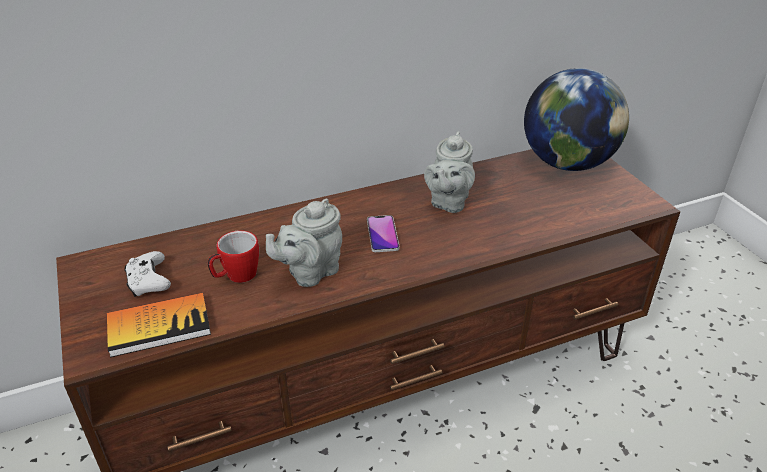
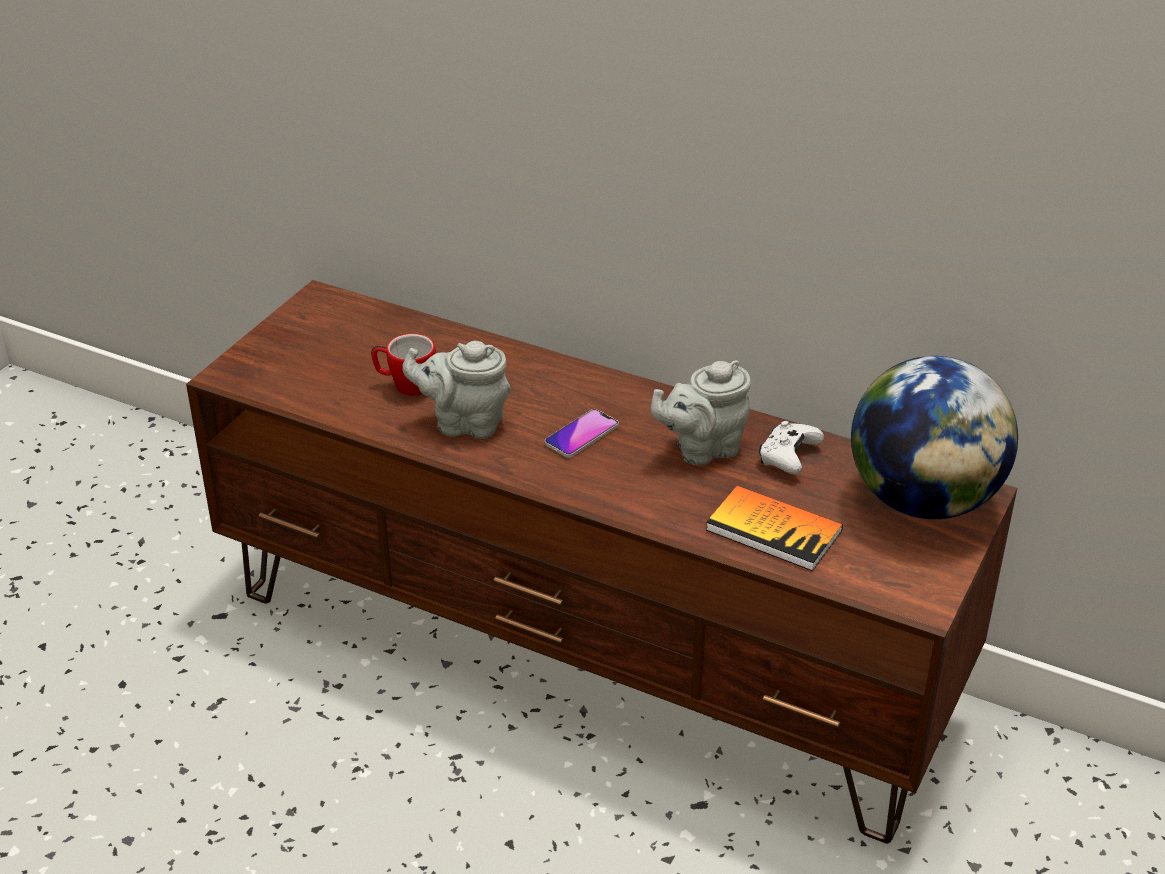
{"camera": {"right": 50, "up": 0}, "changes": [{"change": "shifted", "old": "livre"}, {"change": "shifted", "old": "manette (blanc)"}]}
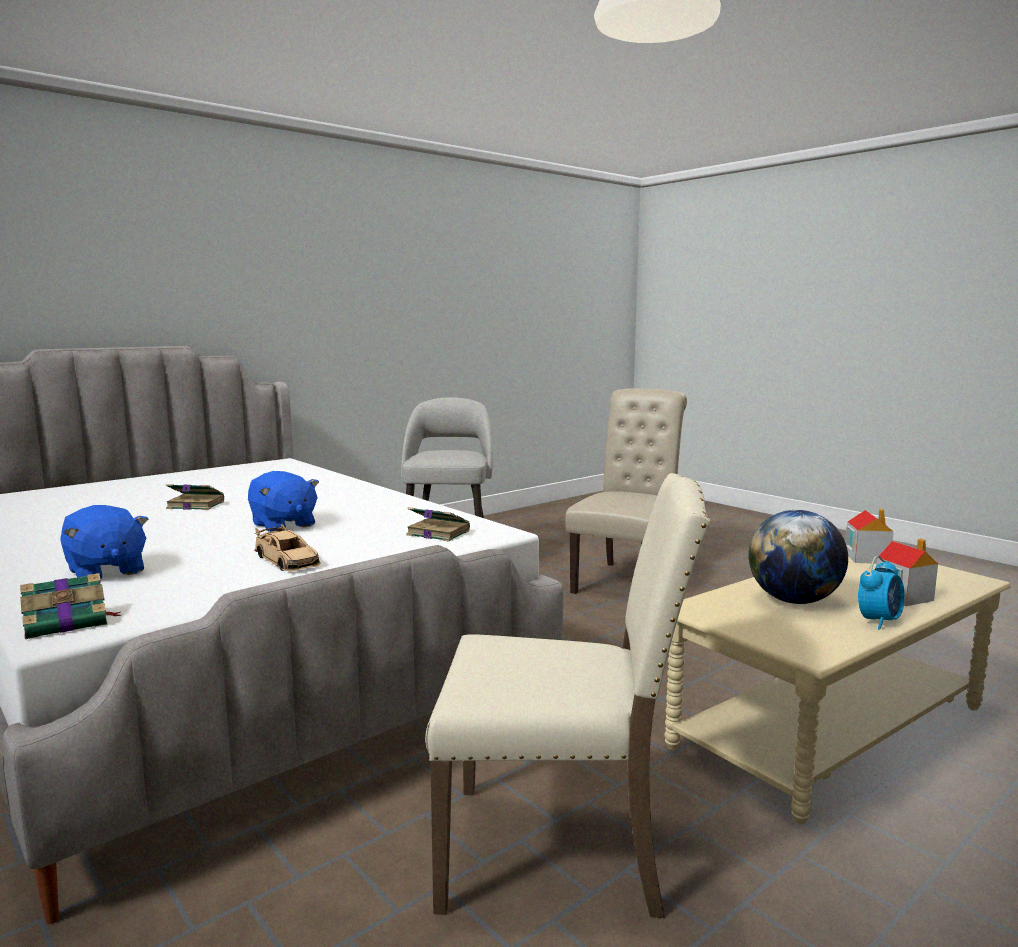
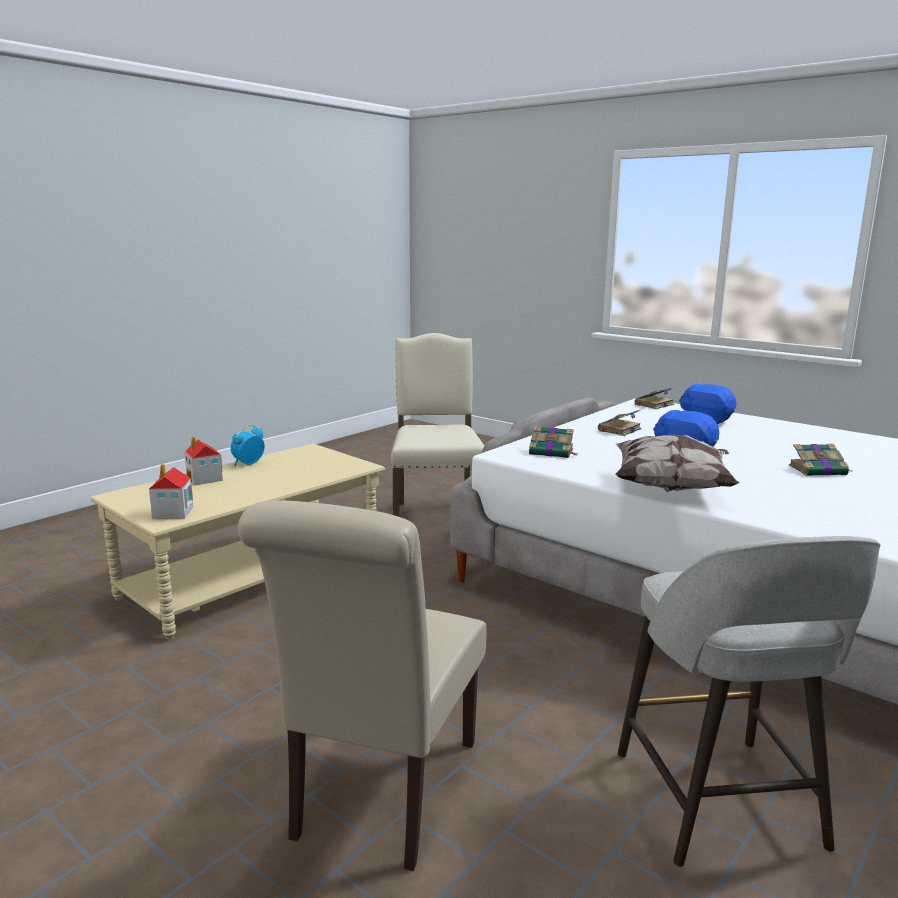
{"camera": {"right": 170, "up": 5}, "changes": [{"change": "gone", "old": "globe"}, {"change": "new", "new": "coussin"}, {"change": "swapped", "old": "petite voiture (beige)", "new": "livre (no. 2 from left)"}, {"change": "rotated", "old": "chaise (beige) (no. 1 from left in the first image)", "degrees": 90}]}
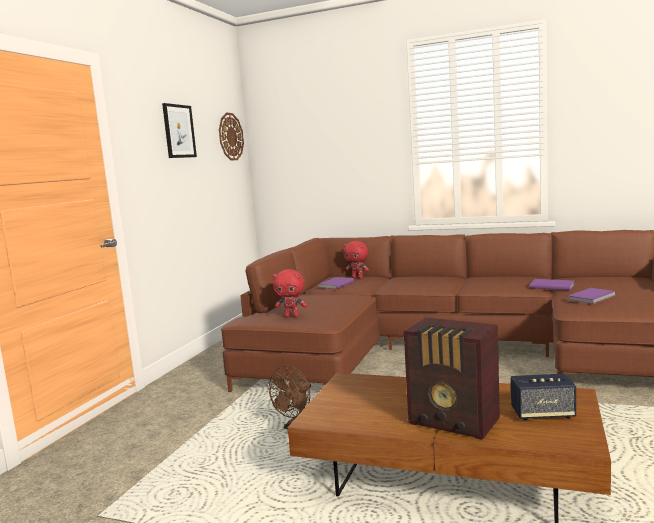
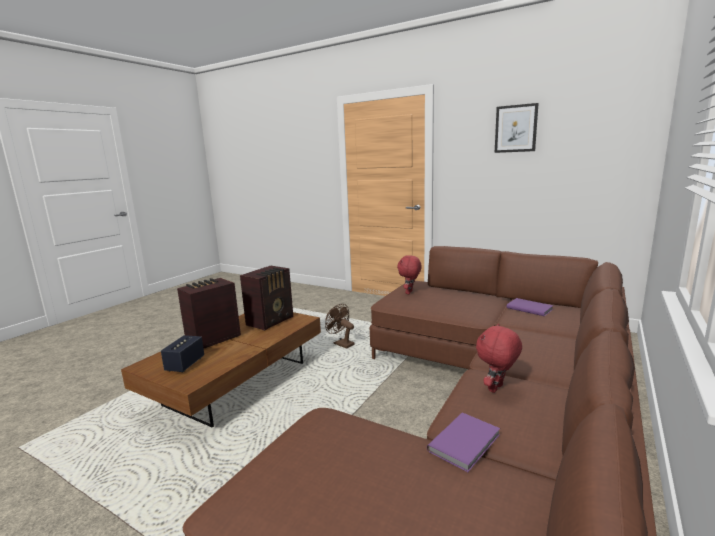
{"camera": {"right": 100, "up": 5}, "changes": [{"change": "gone", "old": "horloge murale"}, {"change": "gone", "old": "livre (violet) (no. 3 from left)"}, {"change": "new", "new": "radio (no. 2 from left)"}, {"change": "shifted", "old": "peluche (rouge) (no. 2 from left)"}]}
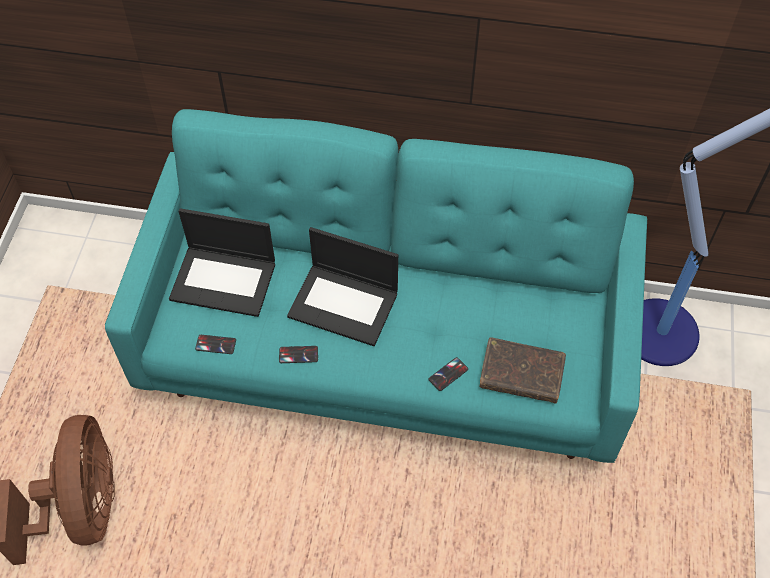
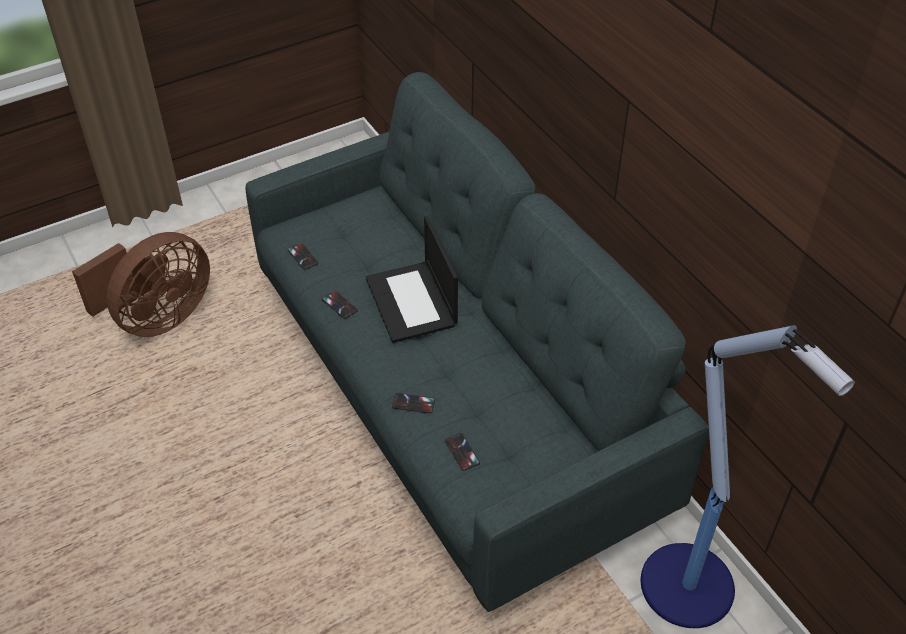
{"camera": {"right": 50, "up": -10}, "changes": [{"change": "gone", "old": "ordinateur portable (no. 1 from left)"}, {"change": "swapped", "old": "livre (marron)", "new": "téléphone (no. 4 from left)"}, {"change": "repainted", "old": "canapé (turquoise)", "new": "canapé (gris)"}]}
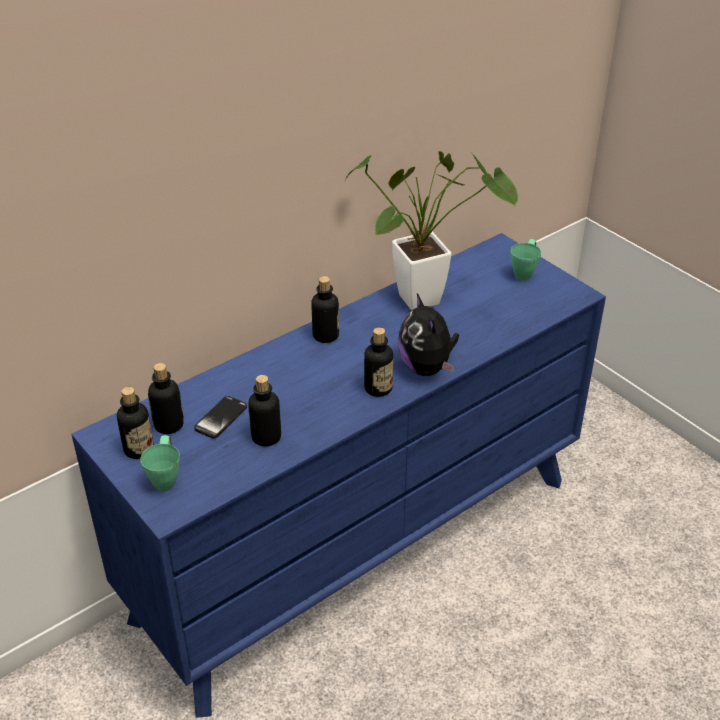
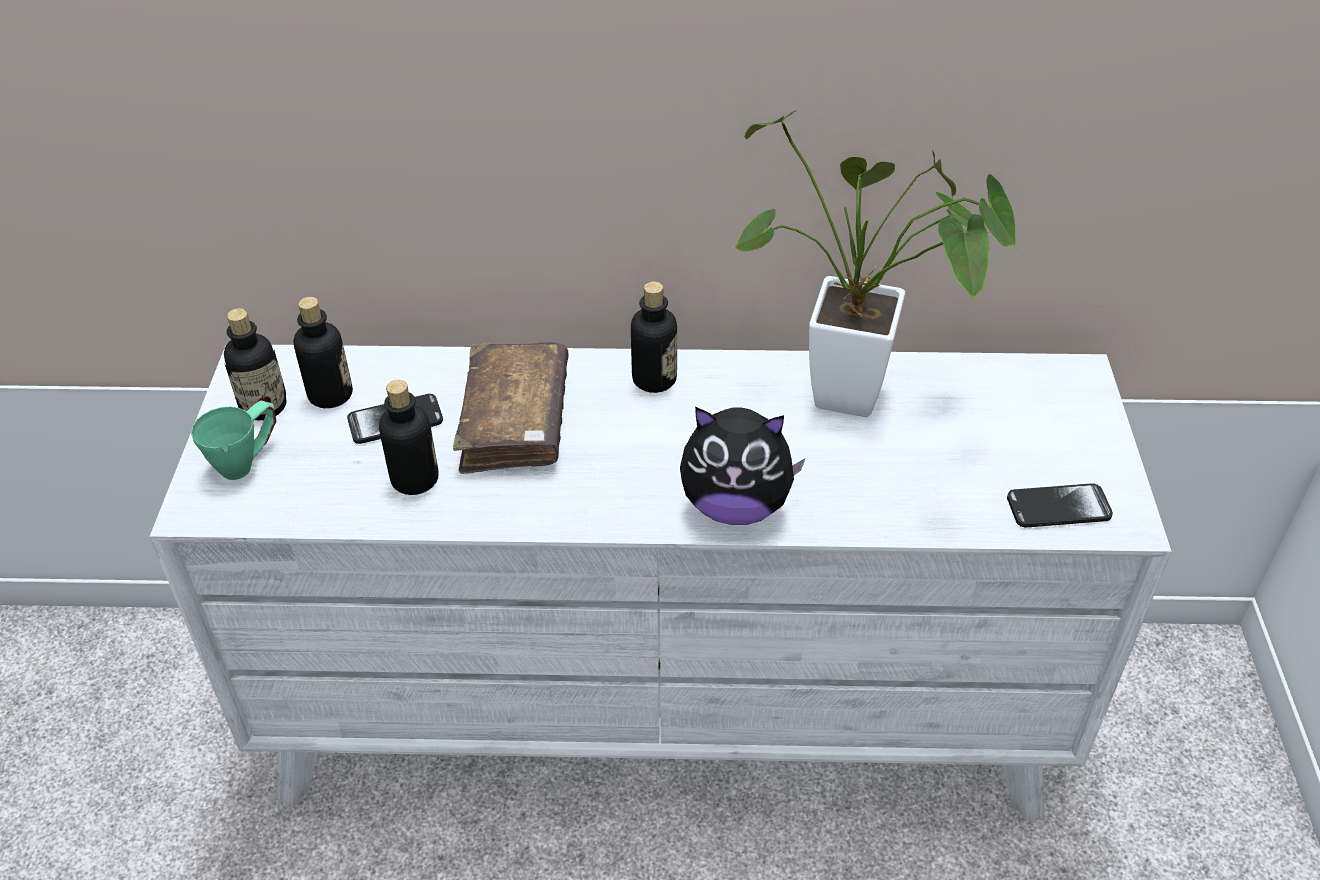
{"camera": {"right": 40, "up": 5}, "changes": [{"change": "gone", "old": "bouteille (no. 5 from left)"}, {"change": "gone", "old": "mug (vert) (no. 2 from left)"}, {"change": "new", "new": "livre (marron)"}, {"change": "new", "new": "téléphone (no. 2 from left)"}, {"change": "repainted", "old": "commode (bleu)", "new": "commode (blanc)"}, {"change": "rotated", "old": "peluche", "degrees": -105}]}
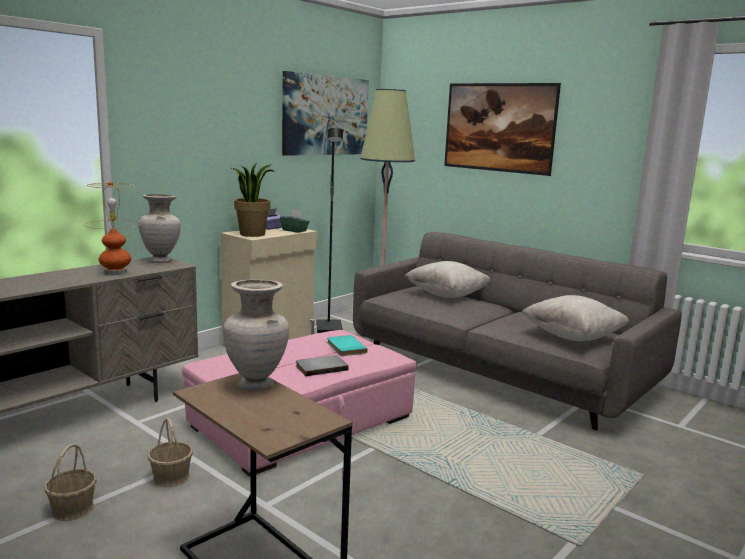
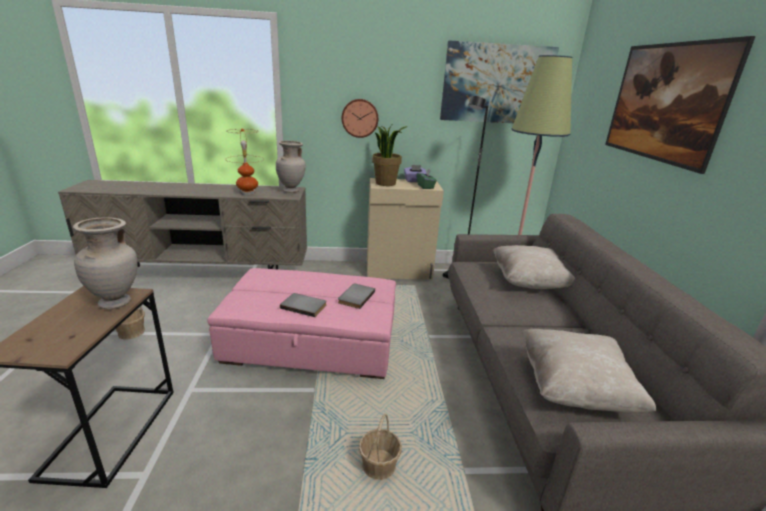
{"camera": {"right": 45, "up": 10}, "changes": [{"change": "new", "new": "horloge murale"}, {"change": "shifted", "old": "panier (no. 2 from left)"}, {"change": "repainted", "old": "livre (turquoise)", "new": "livre (gris) (no. 2 from left)"}]}
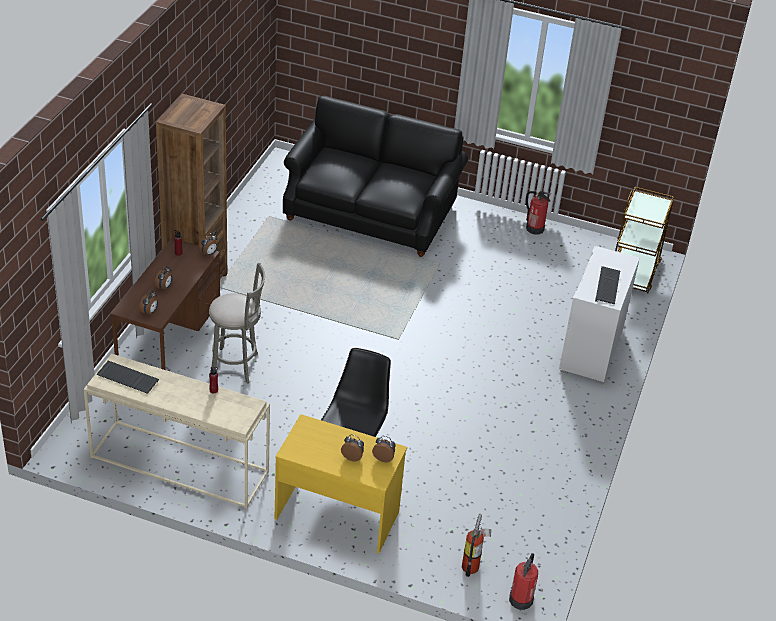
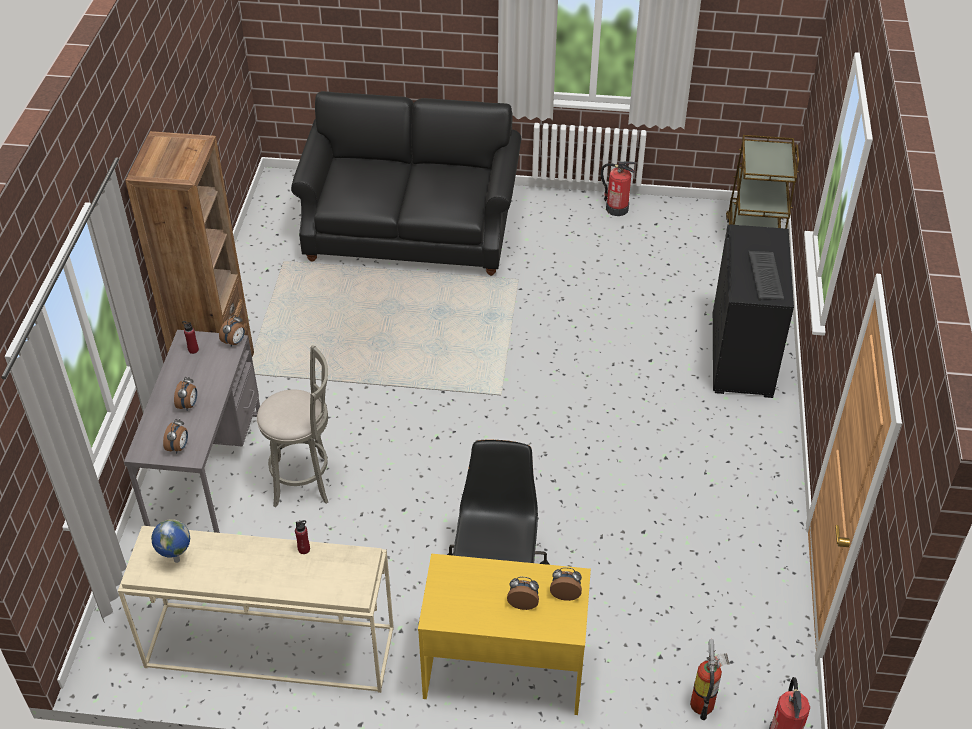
{"camera": {"right": -10, "up": 5}, "changes": [{"change": "swapped", "old": "clavier (no. 1 from left)", "new": "globe"}, {"change": "repainted", "old": "bureau (marron)", "new": "bureau (gris)"}, {"change": "repainted", "old": "commode (blanc)", "new": "commode (noir)"}]}
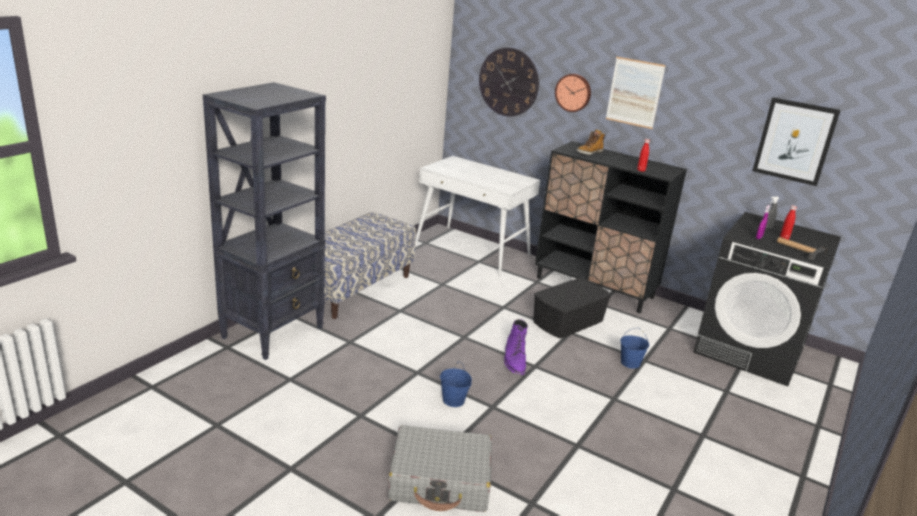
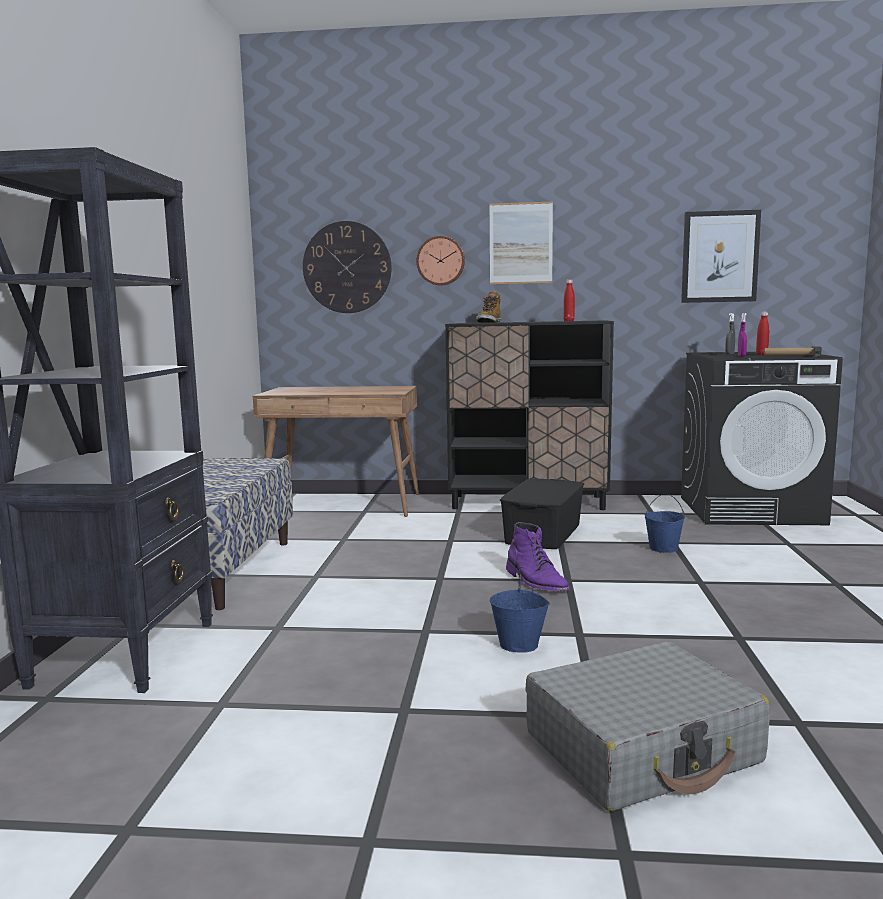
{"camera": {"right": -25, "up": -15}, "changes": [{"change": "repainted", "old": "bureau (blanc)", "new": "bureau (marron)"}]}
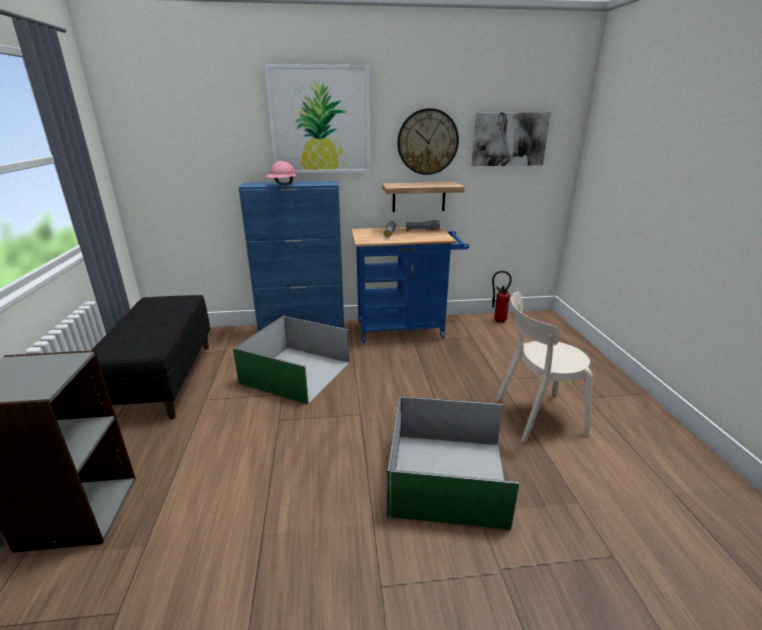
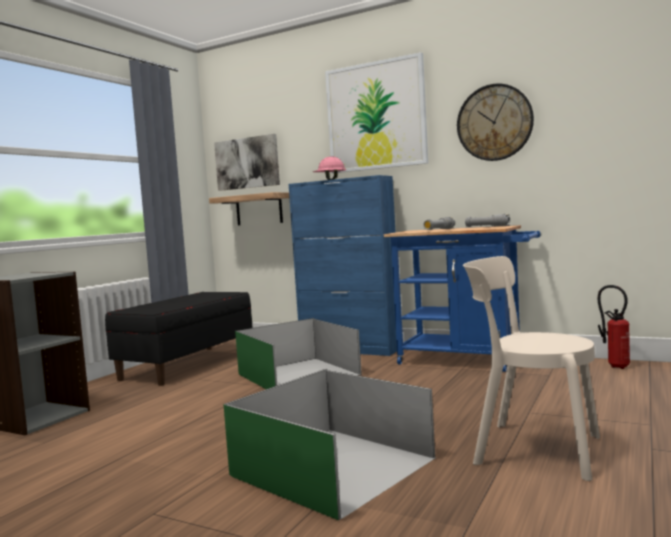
{"camera": {"right": 35, "up": -20}, "changes": [{"change": "shifted", "old": "étagère"}, {"change": "shifted", "old": "tableau (no. 2 from left in the first image)", "new": "tableau (no. 1 from left)"}]}
